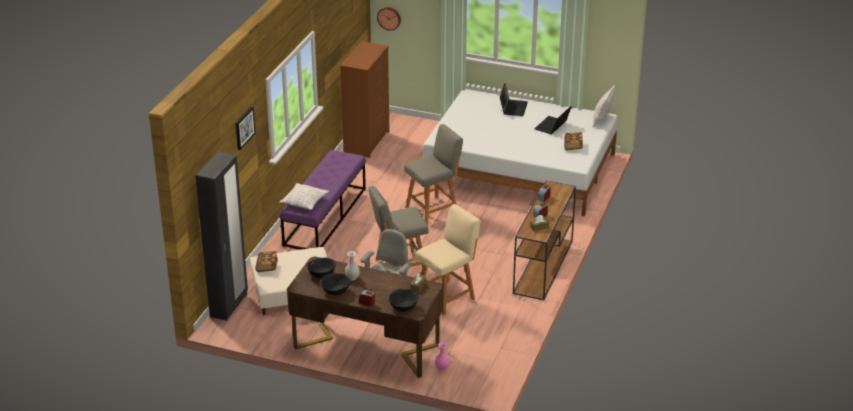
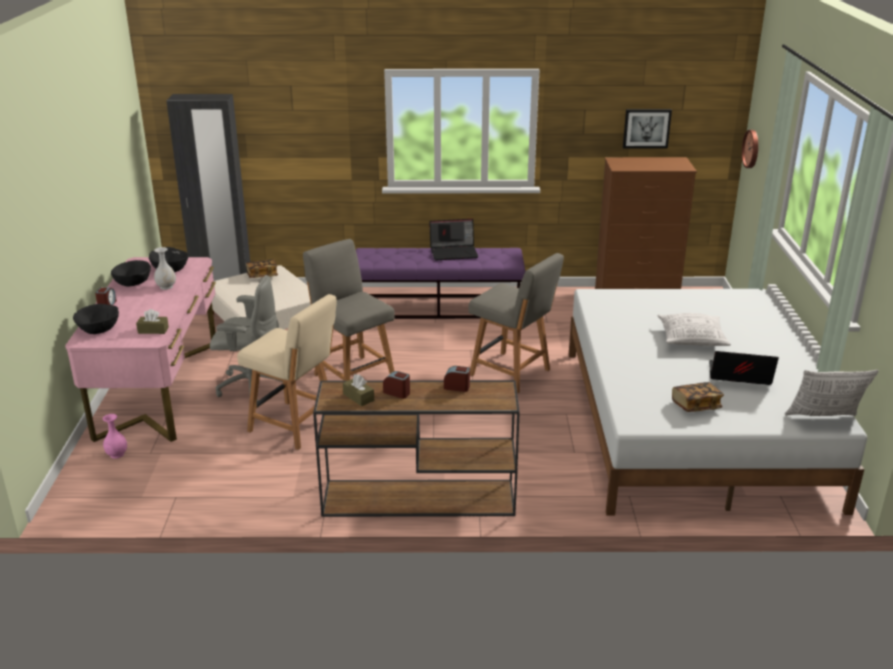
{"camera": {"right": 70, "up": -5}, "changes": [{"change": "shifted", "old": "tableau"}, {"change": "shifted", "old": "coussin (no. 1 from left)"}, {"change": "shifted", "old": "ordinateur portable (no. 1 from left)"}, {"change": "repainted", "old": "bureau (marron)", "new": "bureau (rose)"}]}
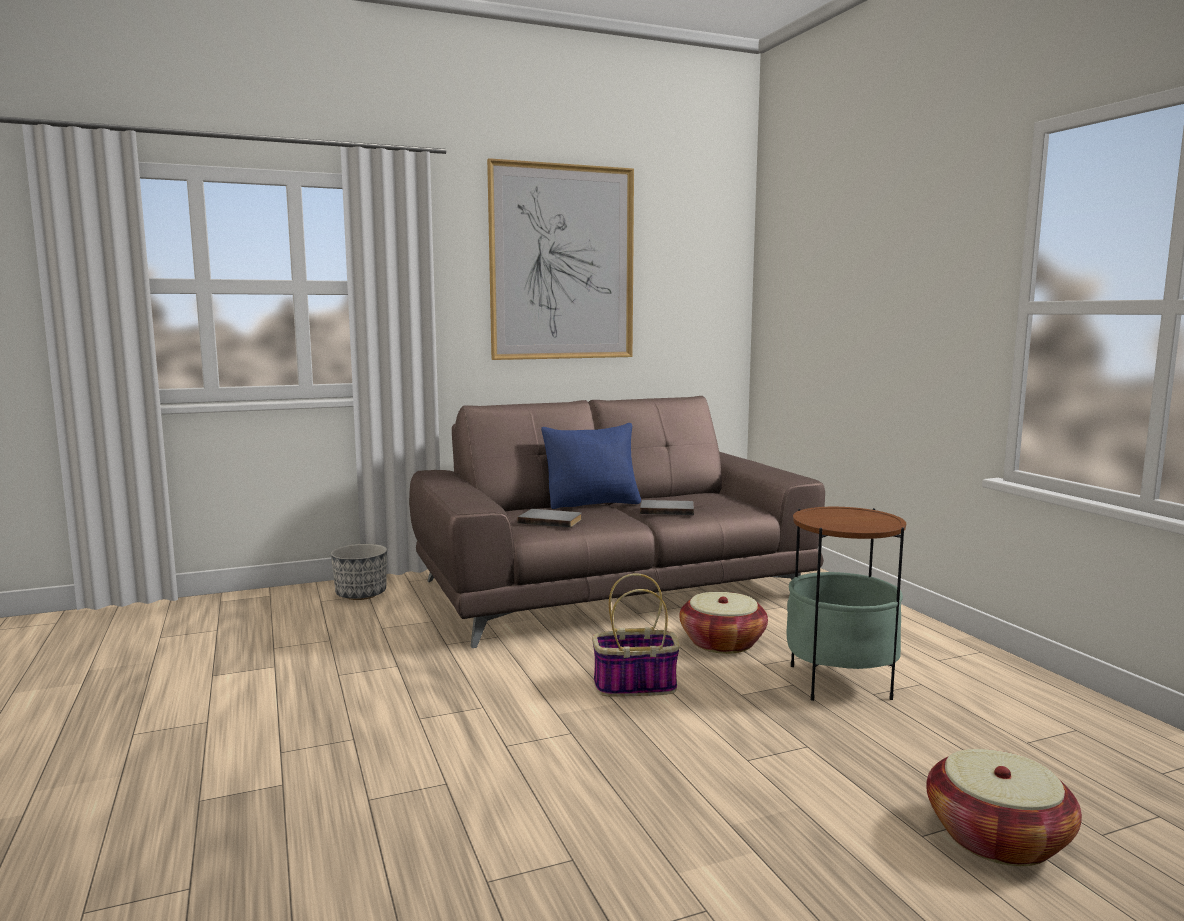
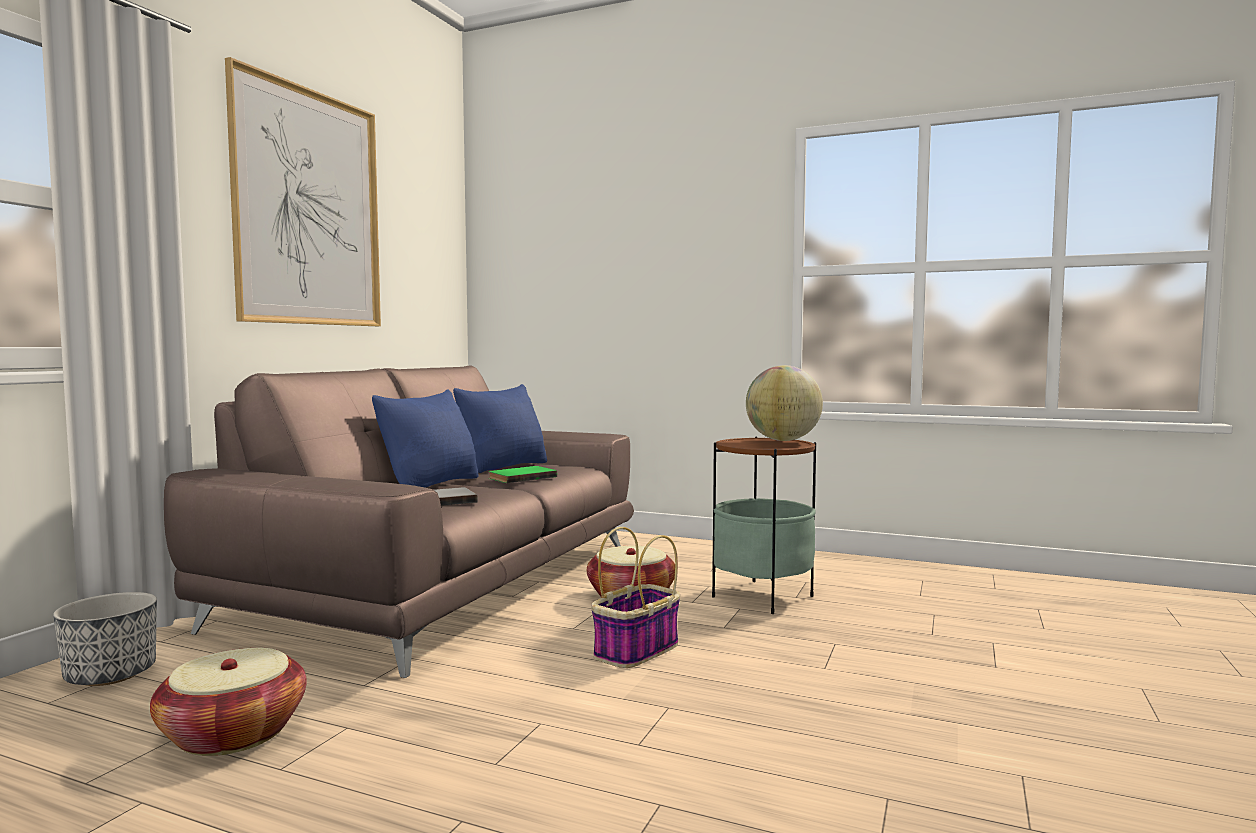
{"camera": {"right": -45, "up": -5}, "changes": [{"change": "new", "new": "coussin (bleu) (no. 2 from left)"}, {"change": "new", "new": "globe"}, {"change": "shifted", "old": "panier (no. 3 from left in the first image)", "new": "panier (no. 1 from left)"}, {"change": "repainted", "old": "livre (gris) (no. 2 from left)", "new": "livre (vert)"}]}
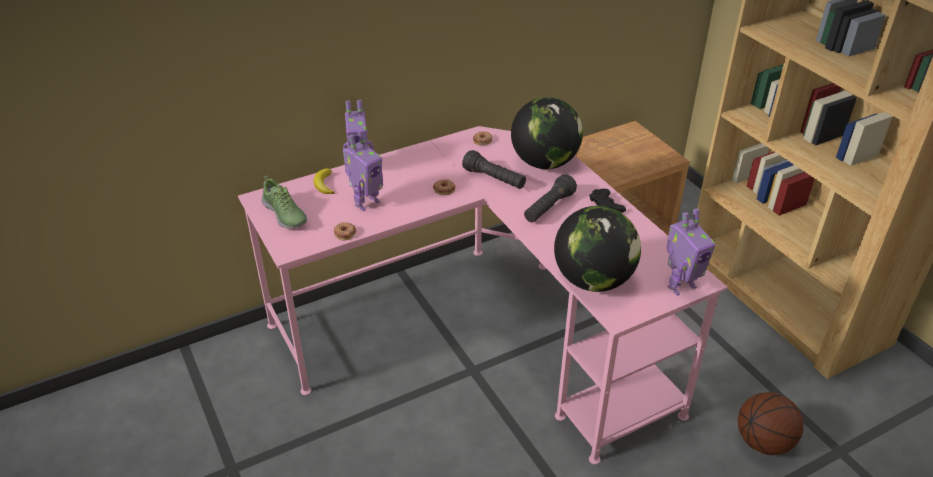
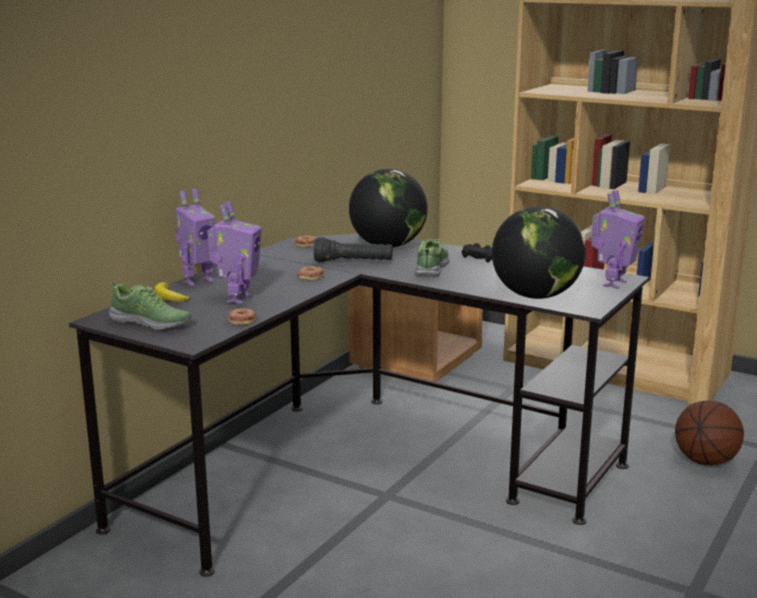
{"camera": {"right": -30, "up": -20}, "changes": [{"change": "swapped", "old": "lampe de poche (noir) (no. 2 from left)", "new": "chaussure (no. 2 from left)"}, {"change": "repainted", "old": "bureau (rose)", "new": "bureau (noir)"}]}
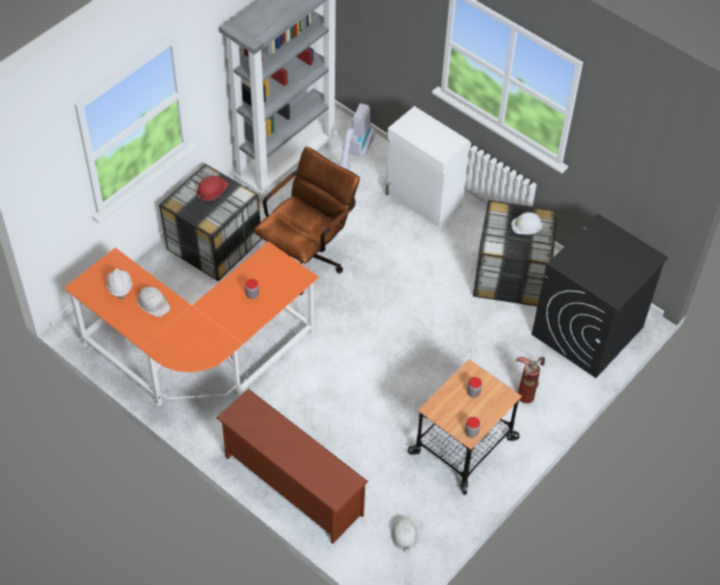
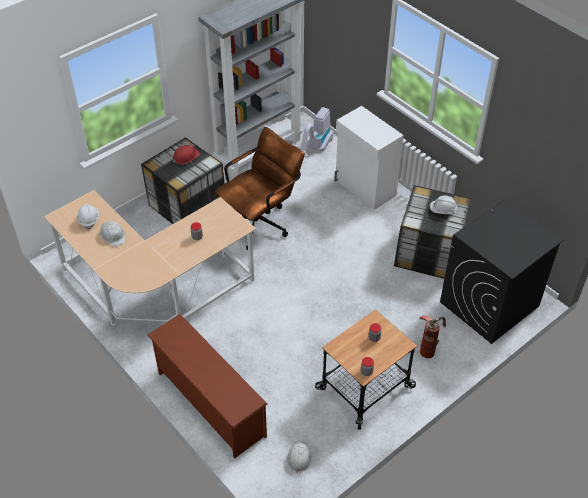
{"camera": {"right": 10, "up": -5}, "changes": [{"change": "repainted", "old": "bureau (orange)", "new": "bureau (beige)"}]}
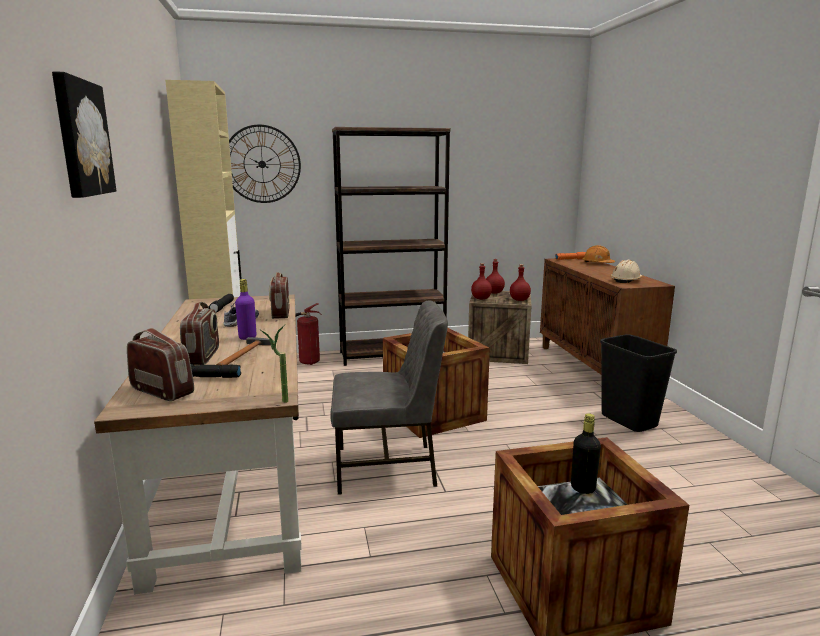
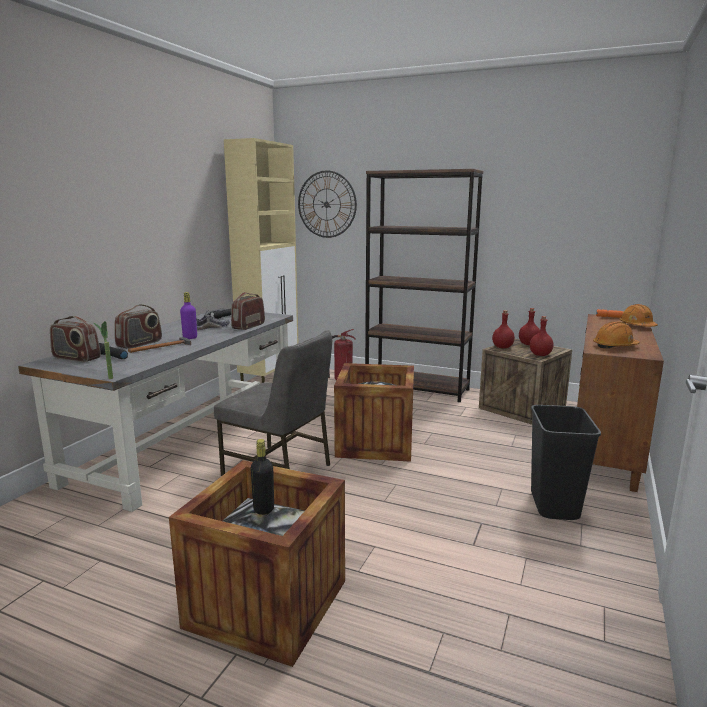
{"camera": {"right": 35, "up": 0}, "changes": [{"change": "gone", "old": "tableau"}, {"change": "repainted", "old": "bureau (marron)", "new": "bureau (gris)"}, {"change": "repainted", "old": "casque de chantier (beige)", "new": "casque de chantier (orange) (no. 1 from left)"}, {"change": "rotated", "old": "radio (no. 1 from left)", "degrees": 135}]}
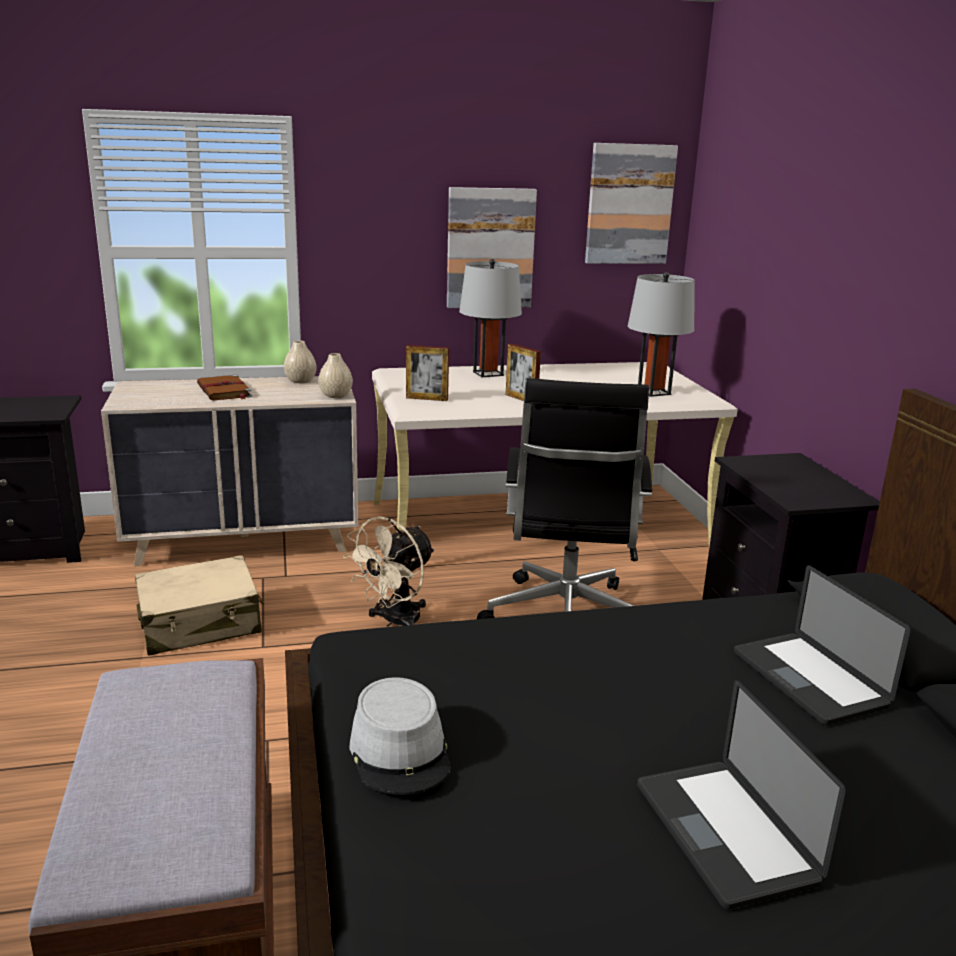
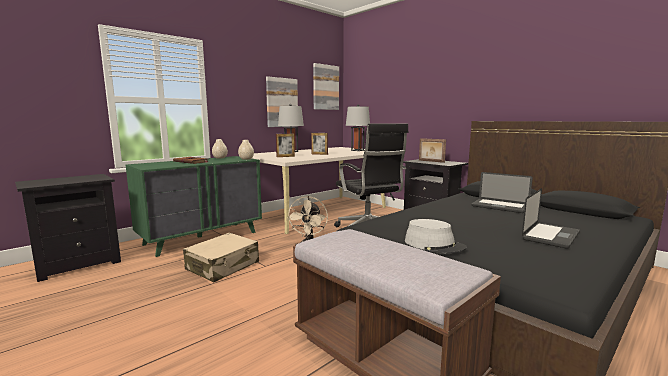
{"camera": {"right": -30, "up": -10}, "changes": [{"change": "new", "new": "cadre photo (no. 3 from left)"}, {"change": "repainted", "old": "commode (beige)", "new": "commode (vert)"}, {"change": "rotated", "old": "ordinateur portable (no. 1 from left in the first image)", "degrees": -90}]}
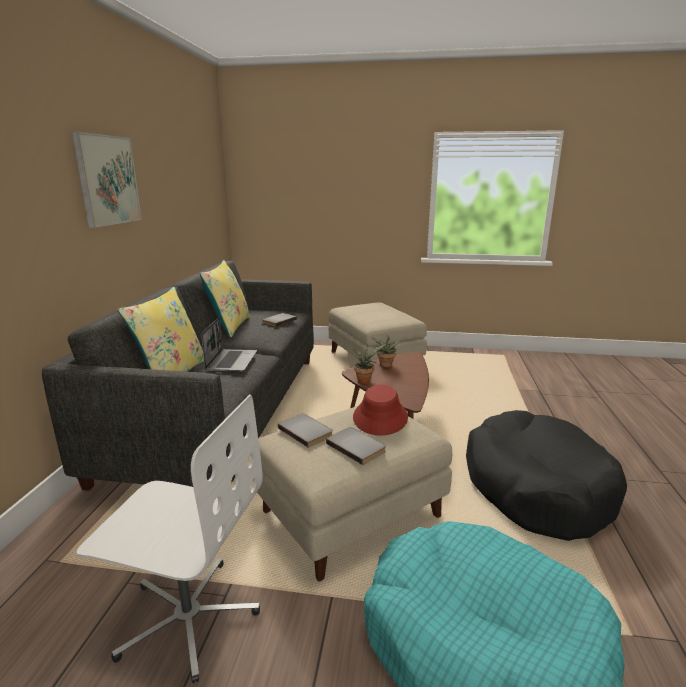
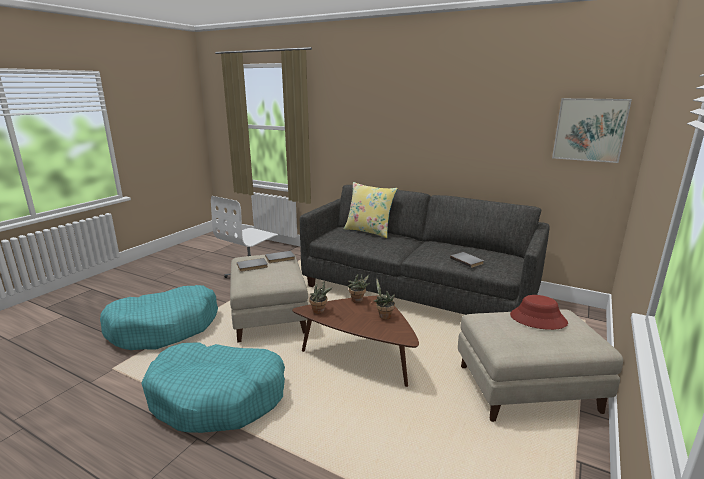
{"camera": {"right": 110, "up": 0}, "changes": [{"change": "gone", "old": "coussin (jaune) (no. 2 from left)"}, {"change": "gone", "old": "ordinateur portable"}, {"change": "new", "new": "plante en pot (no. 1 from left)"}, {"change": "shifted", "old": "tableau"}, {"change": "shifted", "old": "chapeau (rouge)"}, {"change": "repainted", "old": "panier pour chien (noir)", "new": "panier pour chien (turquoise) (no. 2 from left)"}]}
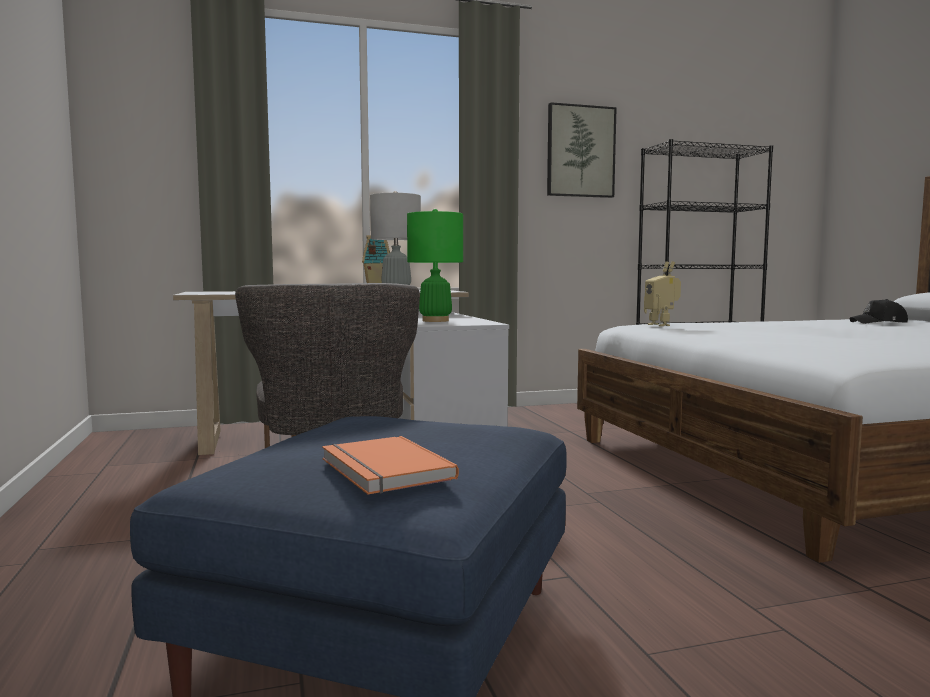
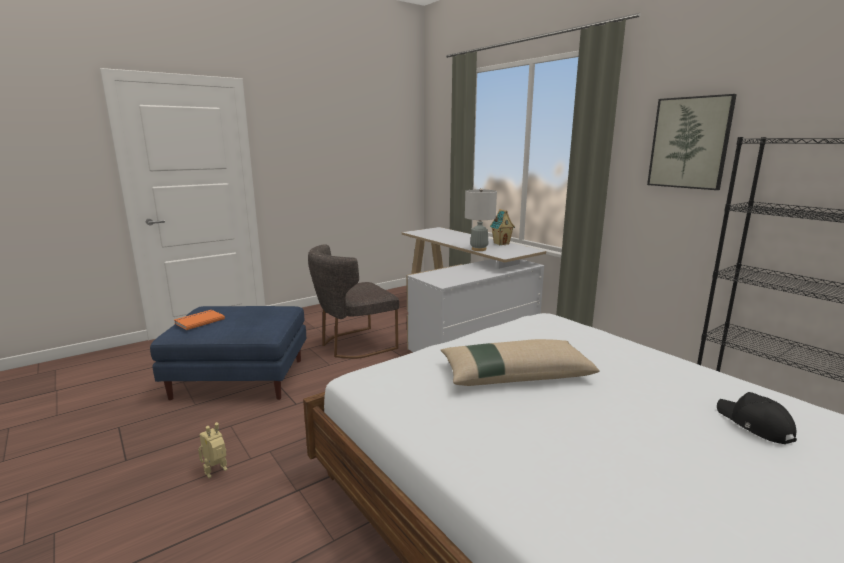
{"camera": {"right": 70, "up": 10}, "changes": [{"change": "gone", "old": "lampe de table (vert)"}, {"change": "new", "new": "coussin (beige)"}, {"change": "shifted", "old": "robot jouet"}]}
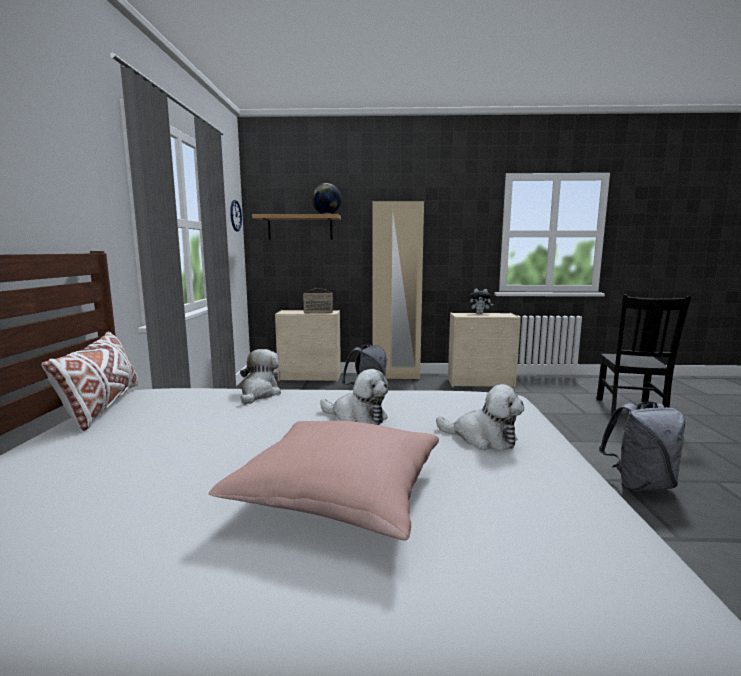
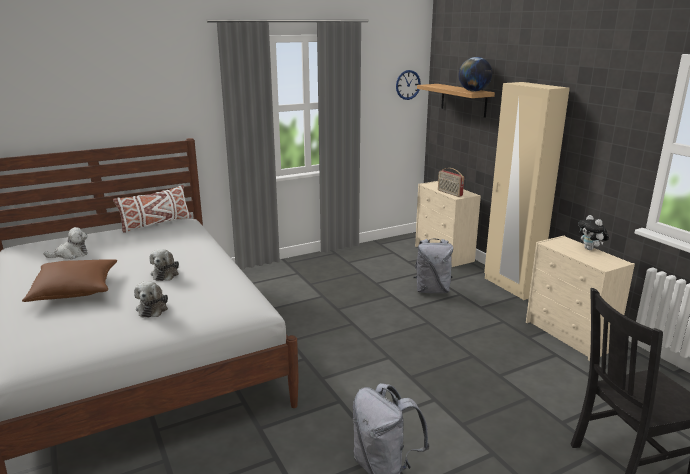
{"camera": {"right": 60, "up": 10}, "changes": [{"change": "shifted", "old": "peluche (no. 1 from left)"}, {"change": "repainted", "old": "coussin (rose)", "new": "coussin (marron)"}]}
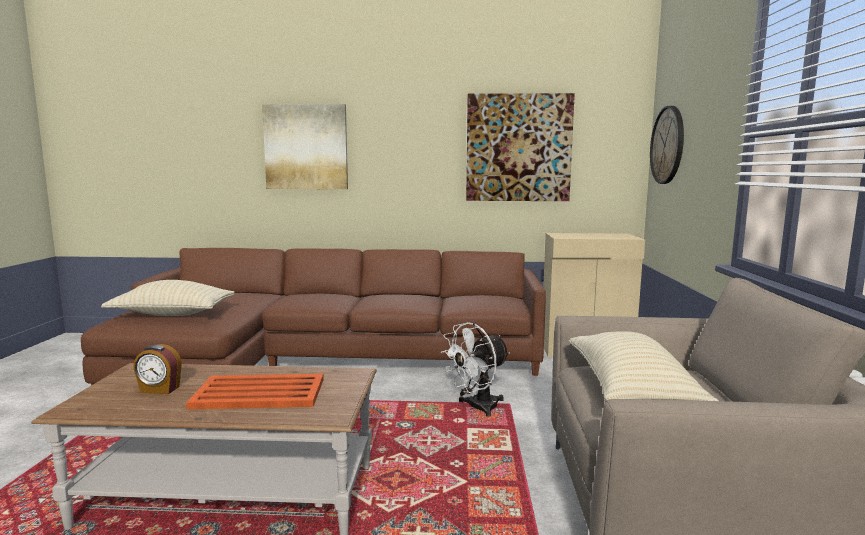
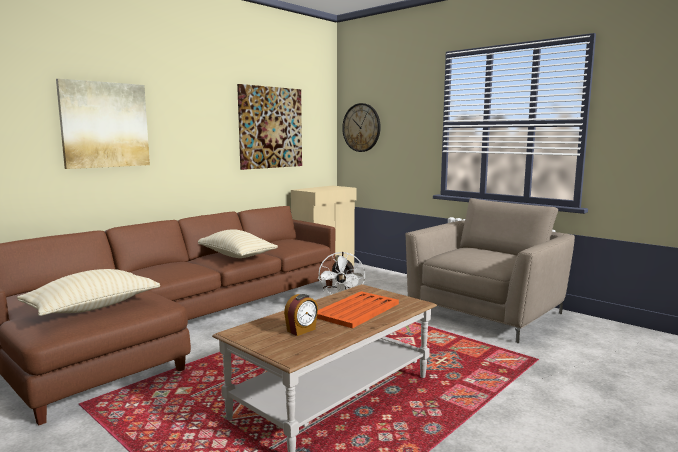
{"camera": {"right": -50, "up": 0}, "changes": [{"change": "shifted", "old": "coussin (beige) (no. 2 from left)"}]}
